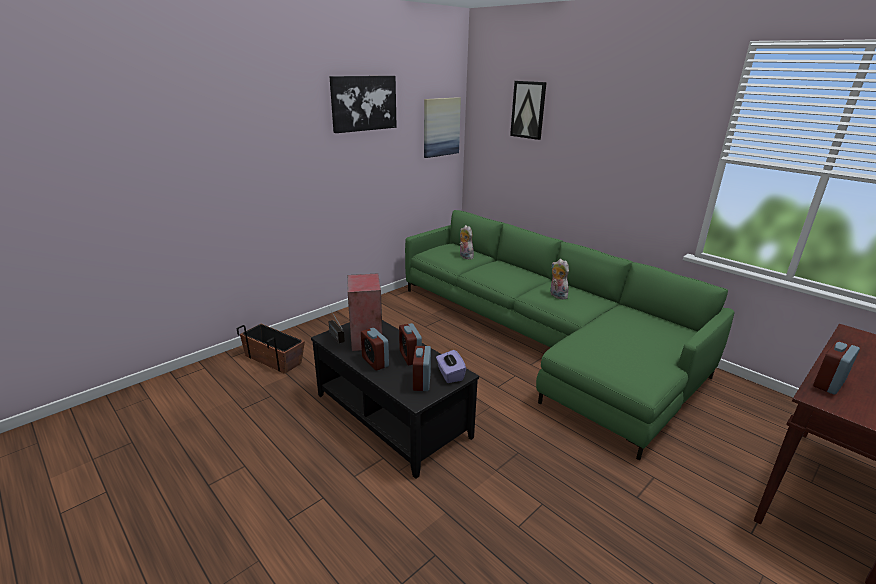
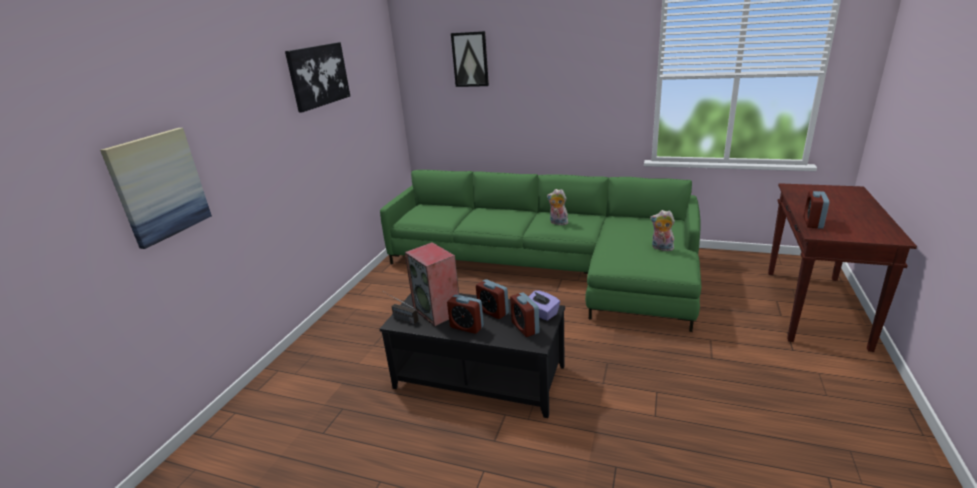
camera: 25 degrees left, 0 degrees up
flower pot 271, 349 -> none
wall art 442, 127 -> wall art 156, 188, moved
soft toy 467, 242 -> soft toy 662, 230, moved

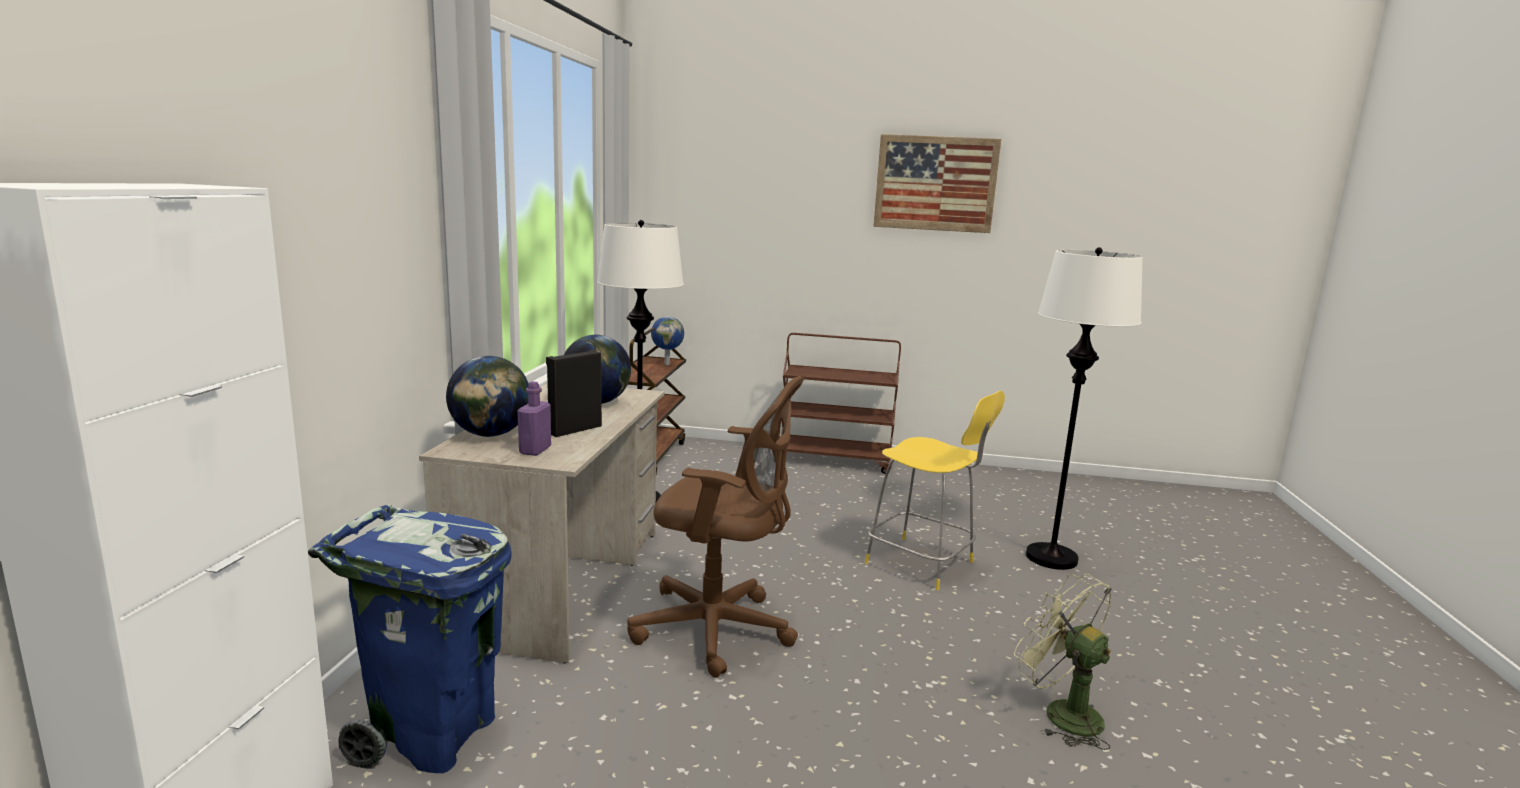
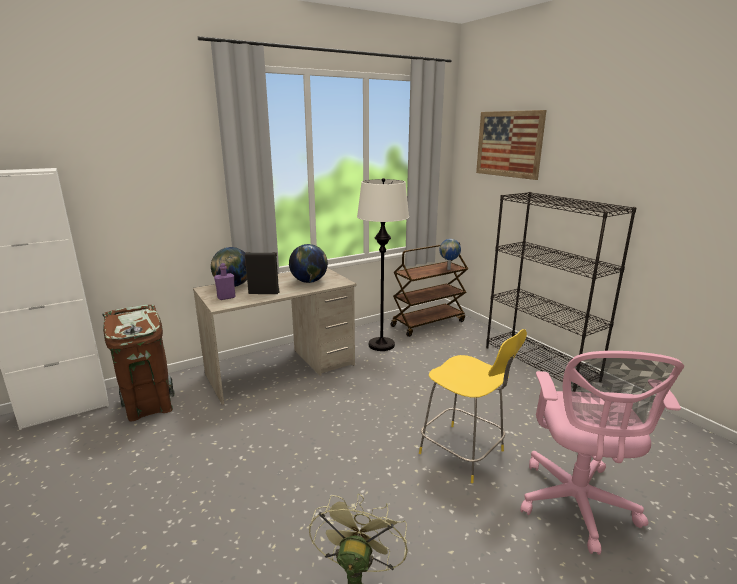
camera: 50 degrees right, 5 degrees up
blue waste bin 410, 639 -> brown waste bin 138, 363
brown desk chair 715, 527 -> none
brown cart 841, 403 -> black-coloured shelving unit 561, 287
yellowish upright chair 935, 490 -> yellowish upright chair 473, 406, 45 degrees counterclockwise
wall art 937, 183 -> wall art 511, 145, moved
white standing lamp 1084, 408 -> pink desk chair 602, 453

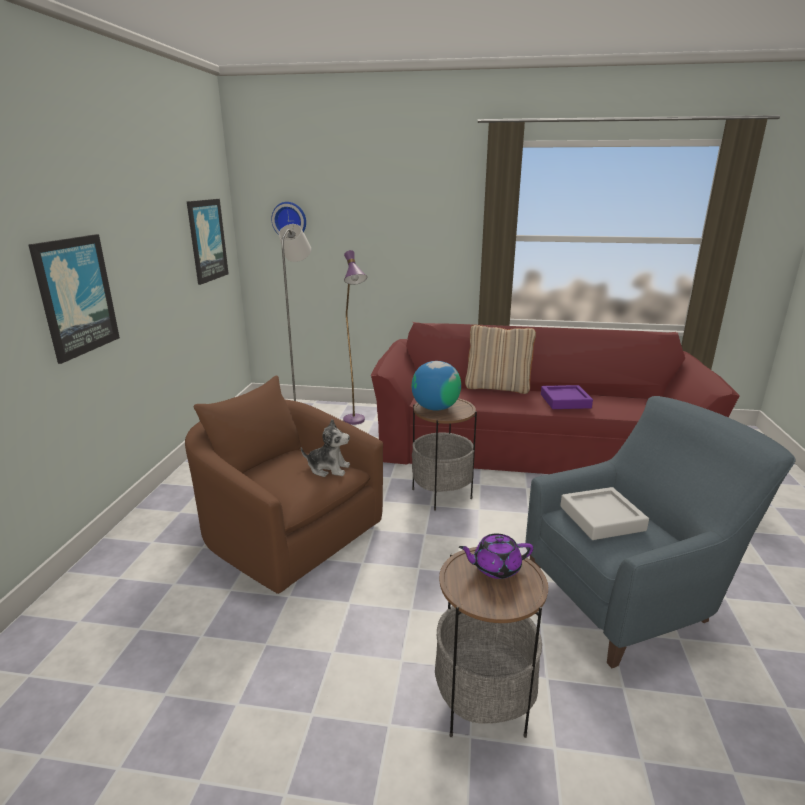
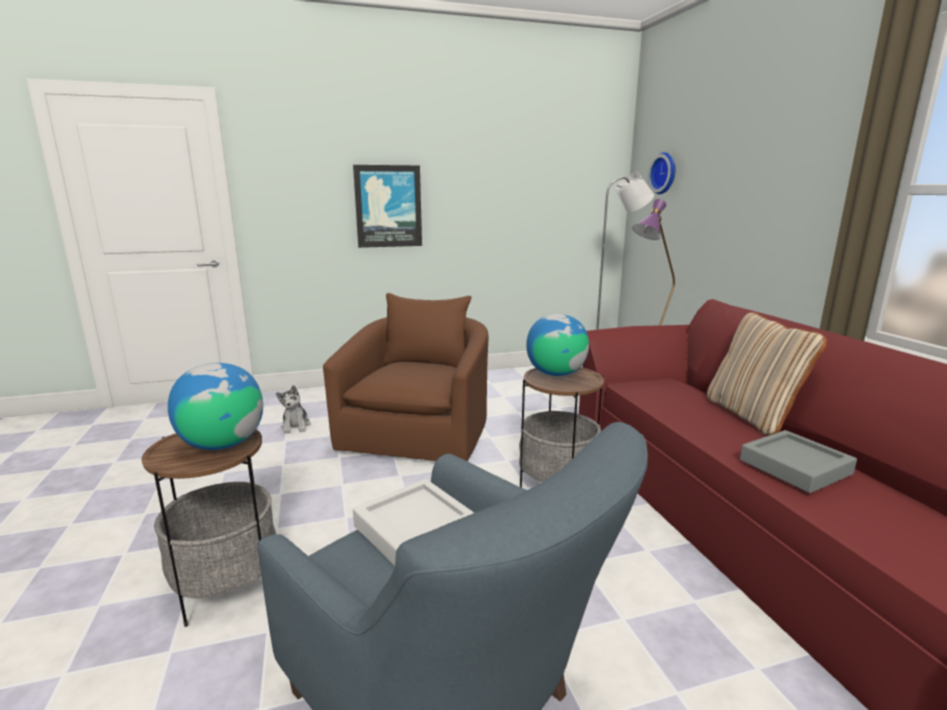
camera: 65 degrees right, 5 degrees down
wall art 208, 242 -> none
soft toy 325, 448 -> soft toy 293, 409, moved
purplish pot for tea 496, 556 -> world globe 215, 406
purplish serving tray 567, 397 -> greyish serving tray 798, 461

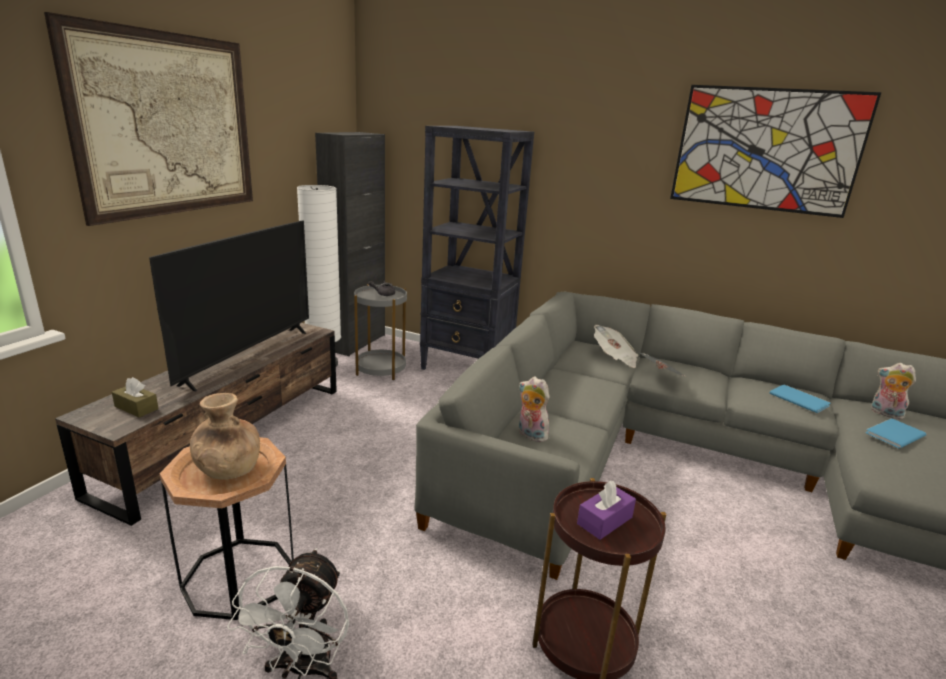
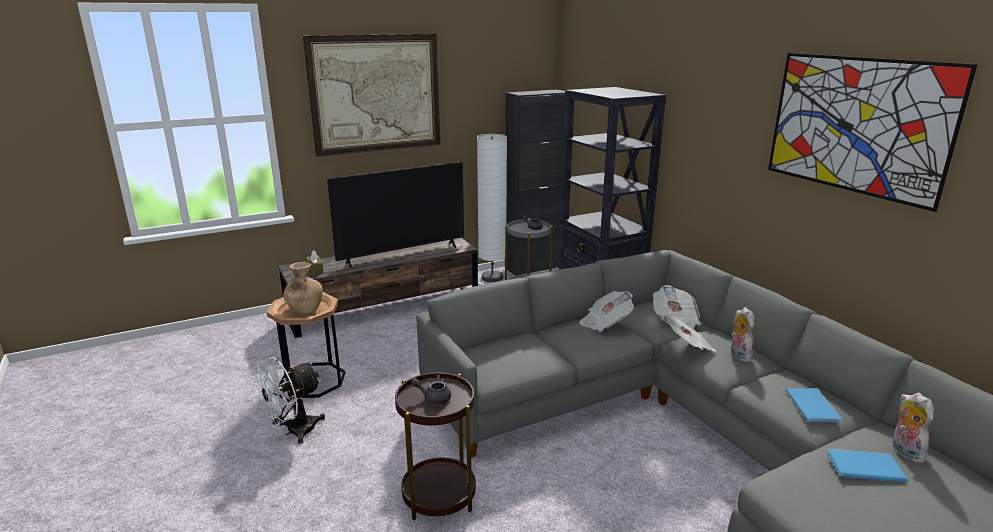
camera: 40 degrees right, 0 degrees up
soft toy 534, 409 -> soft toy 743, 334, moved
purplish box of tissues 606, 510 -> greyish pot for tea 431, 389
none -> daily paper 606, 311

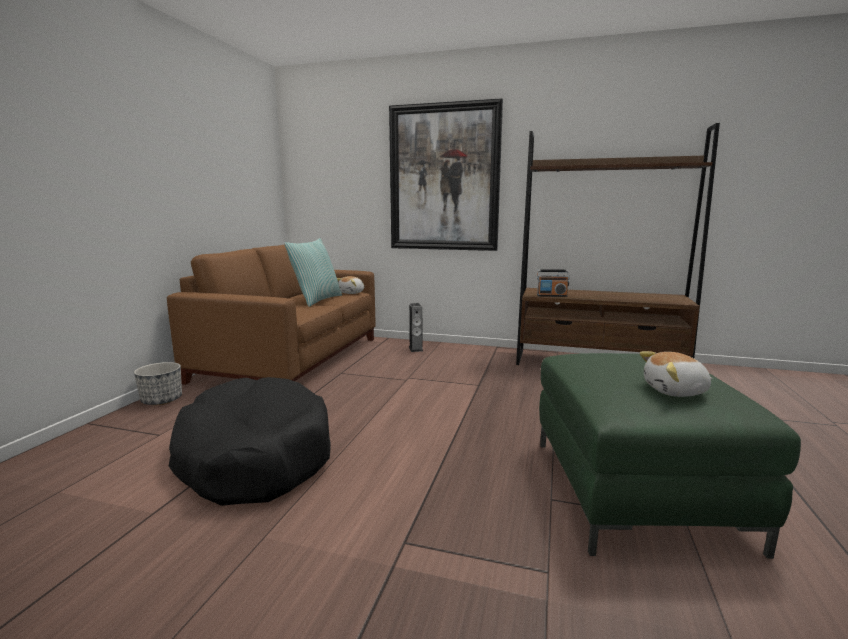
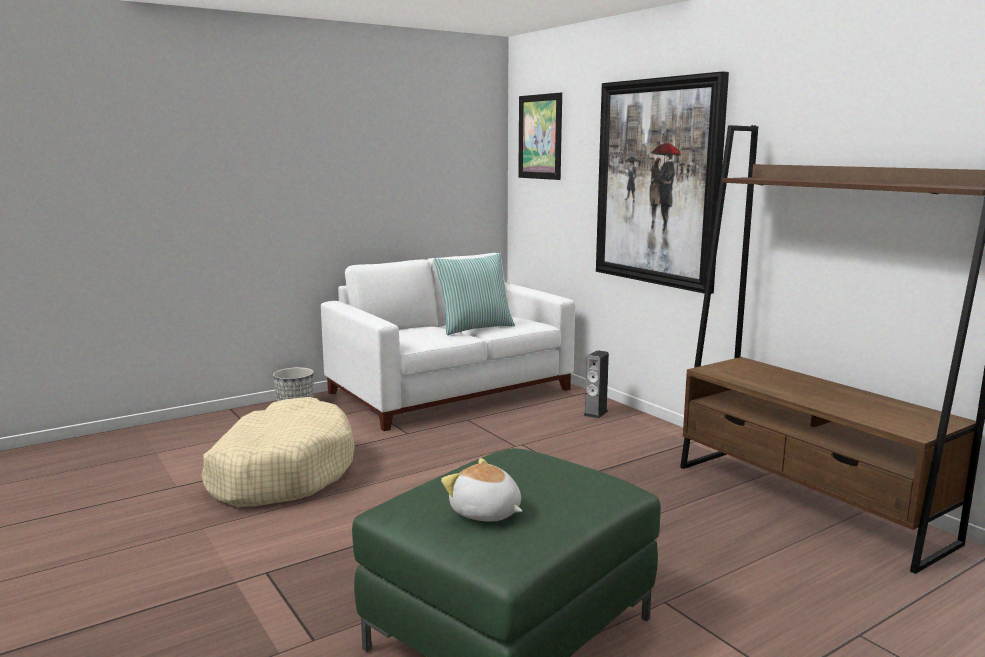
camera: 40 degrees right, 0 degrees up
brown settee 271, 315 -> white settee 448, 342
black-coloured pet bed 250, 441 -> sand-coloured pet bed 278, 452
soft toy 350, 285 -> none
radio set 553, 283 -> none
none -> wall art 540, 136

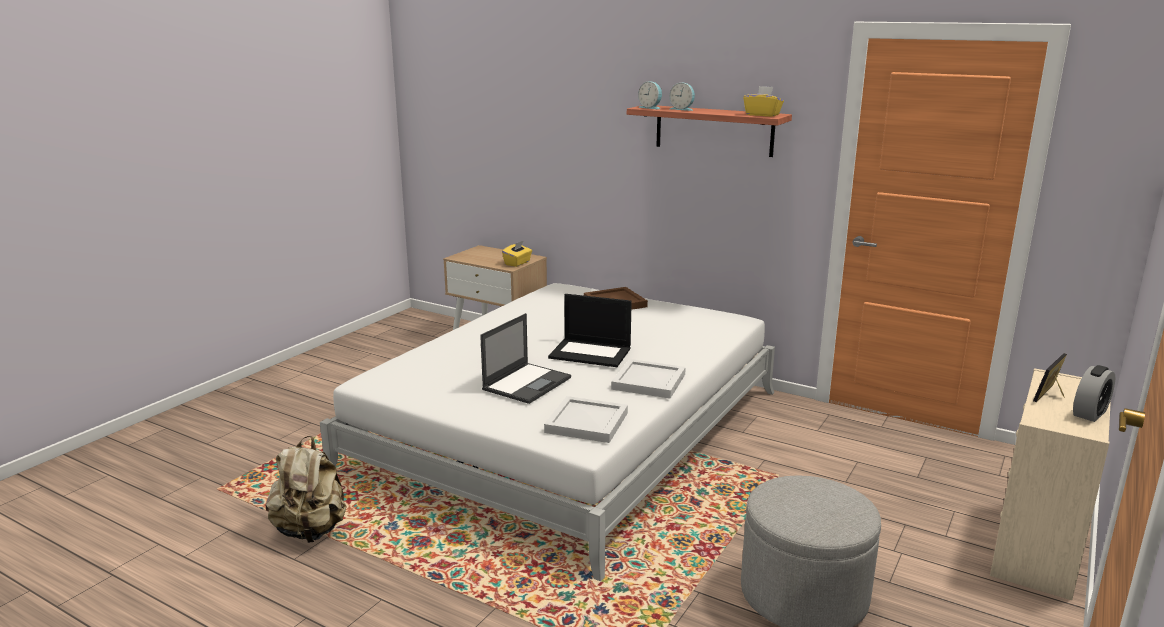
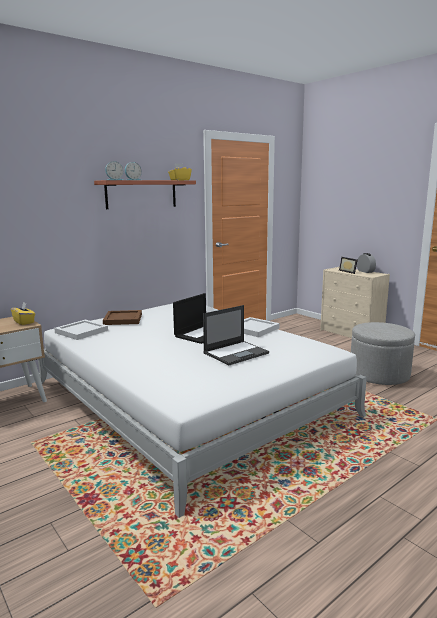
camera: 70 degrees left, 5 degrees down
sand-coloured knapsack 306, 489 -> none
laptop 525, 358 -> laptop 236, 335, 90 degrees clockwise
white serving tray 586, 419 -> white serving tray 81, 330, moved

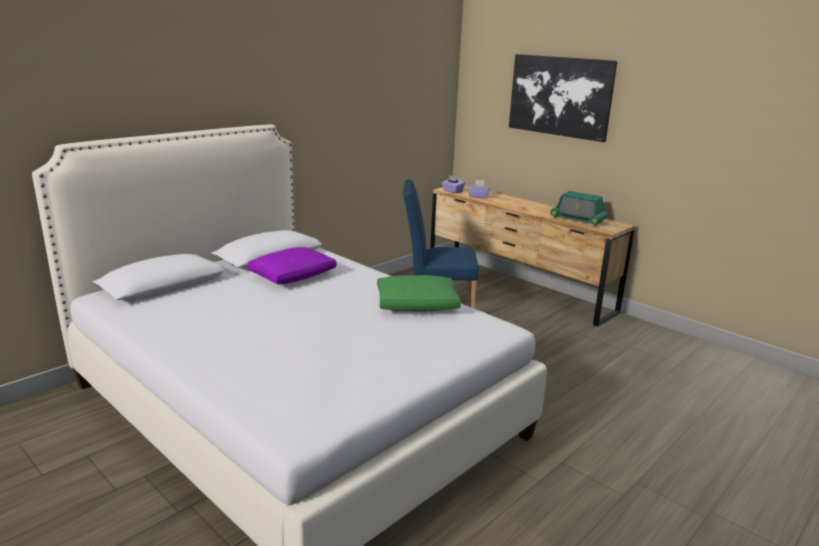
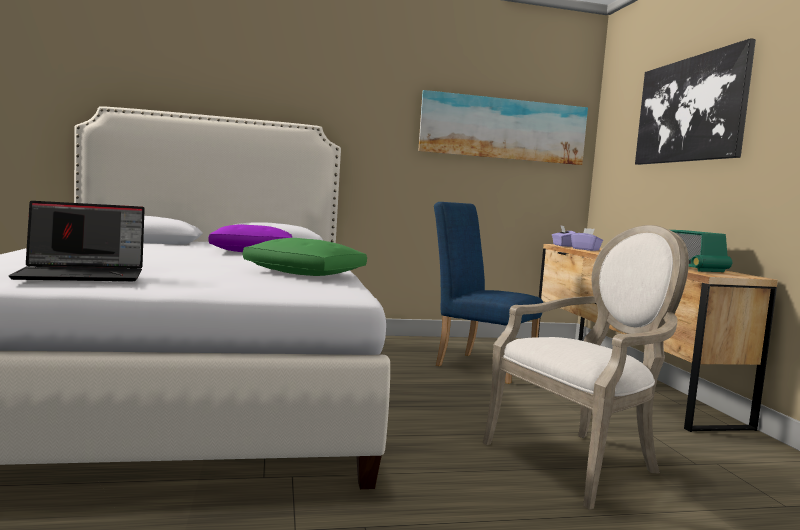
camera: 35 degrees right, 15 degrees down
none -> laptop 77, 241
none -> wall art 503, 127
none -> lounge chair 586, 367

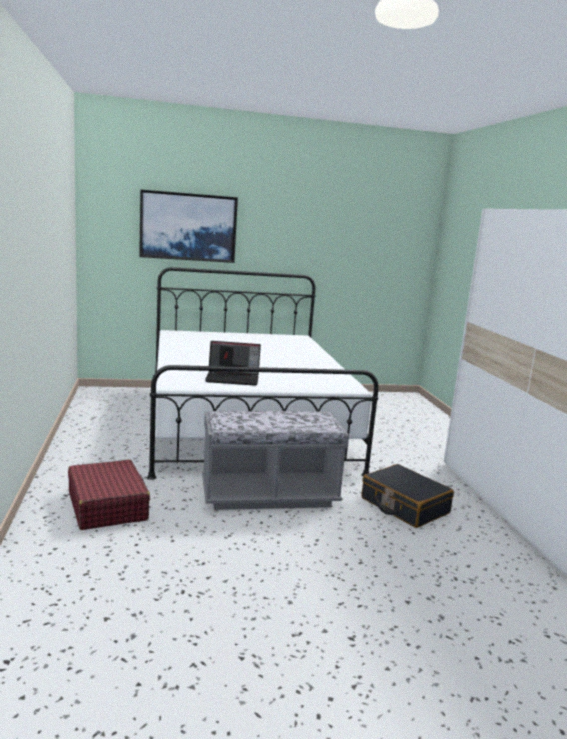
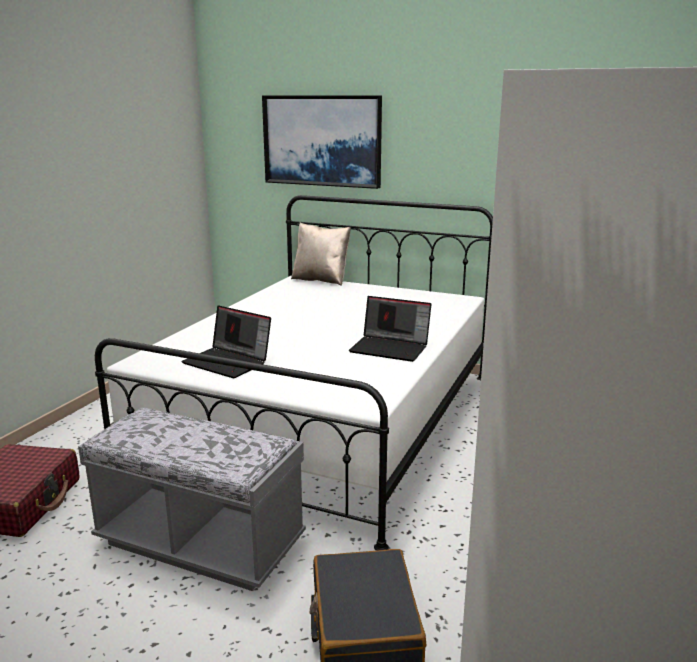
camera: 35 degrees right, 5 degrees up
none -> sand-coloured pillow 321, 254
none -> laptop 390, 329

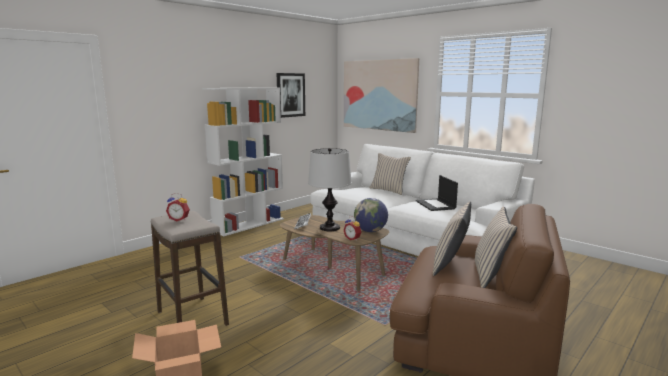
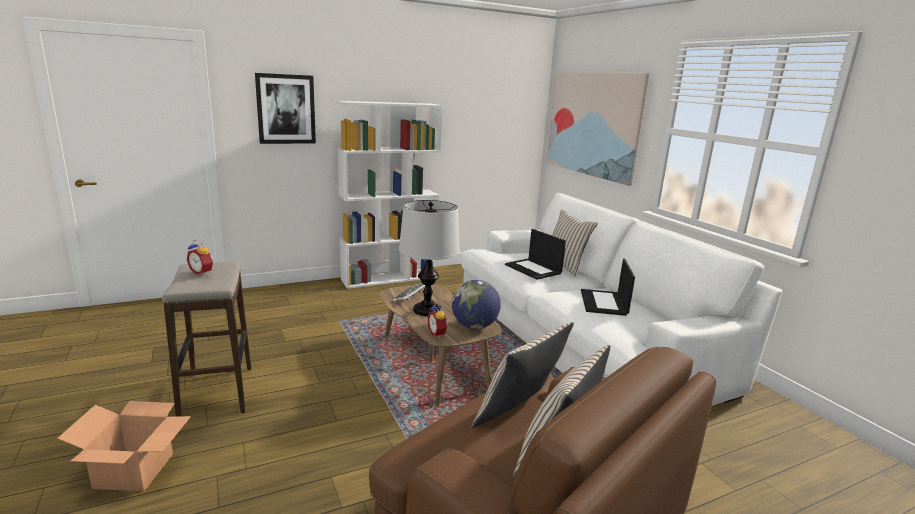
camera: 20 degrees right, 5 degrees up
wall art 290, 95 -> wall art 285, 108, moved
none -> laptop 535, 254

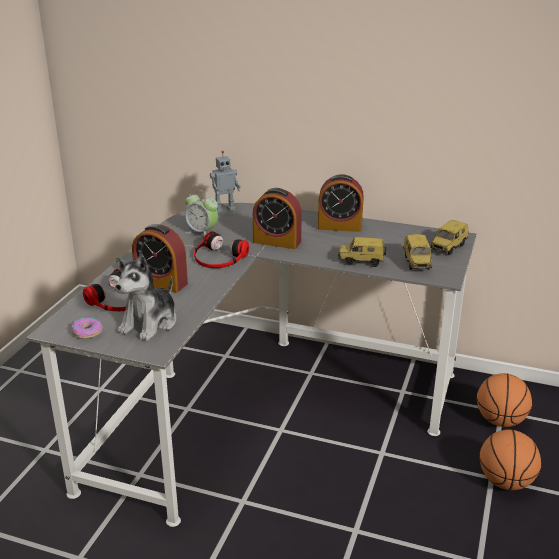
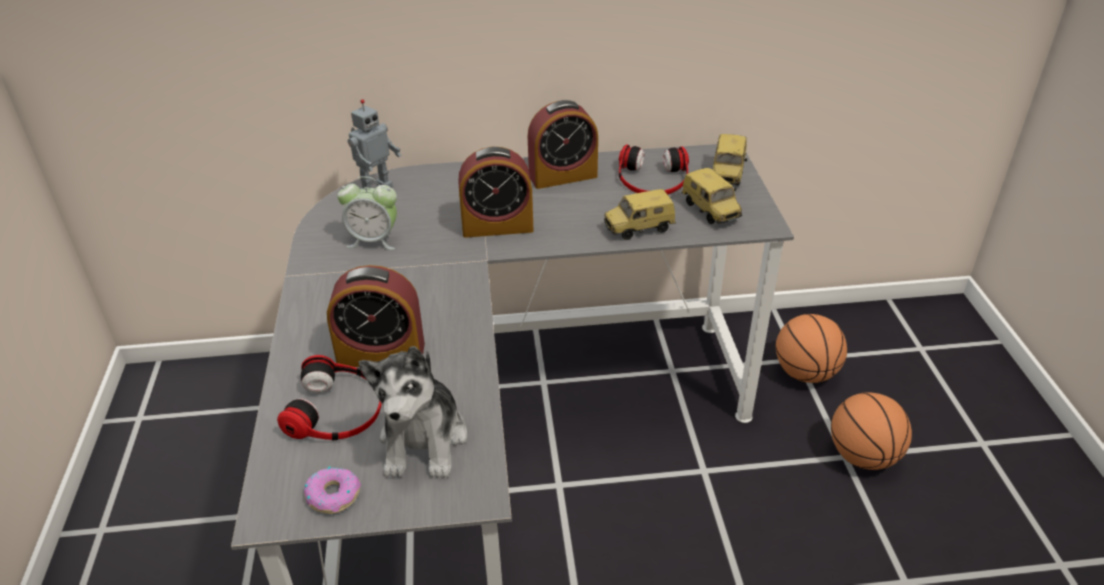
camera: 25 degrees left, 10 degrees up
pair of headphones 221, 249 -> pair of headphones 654, 169, moved

